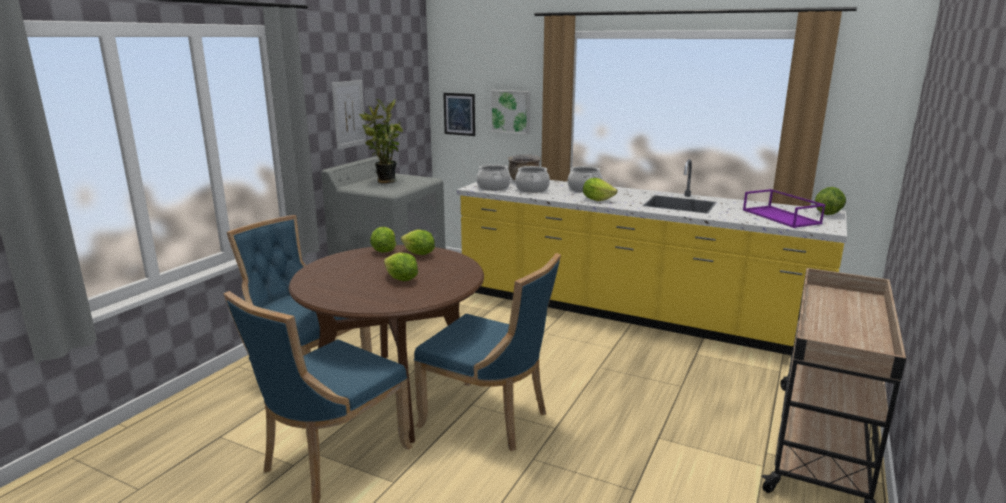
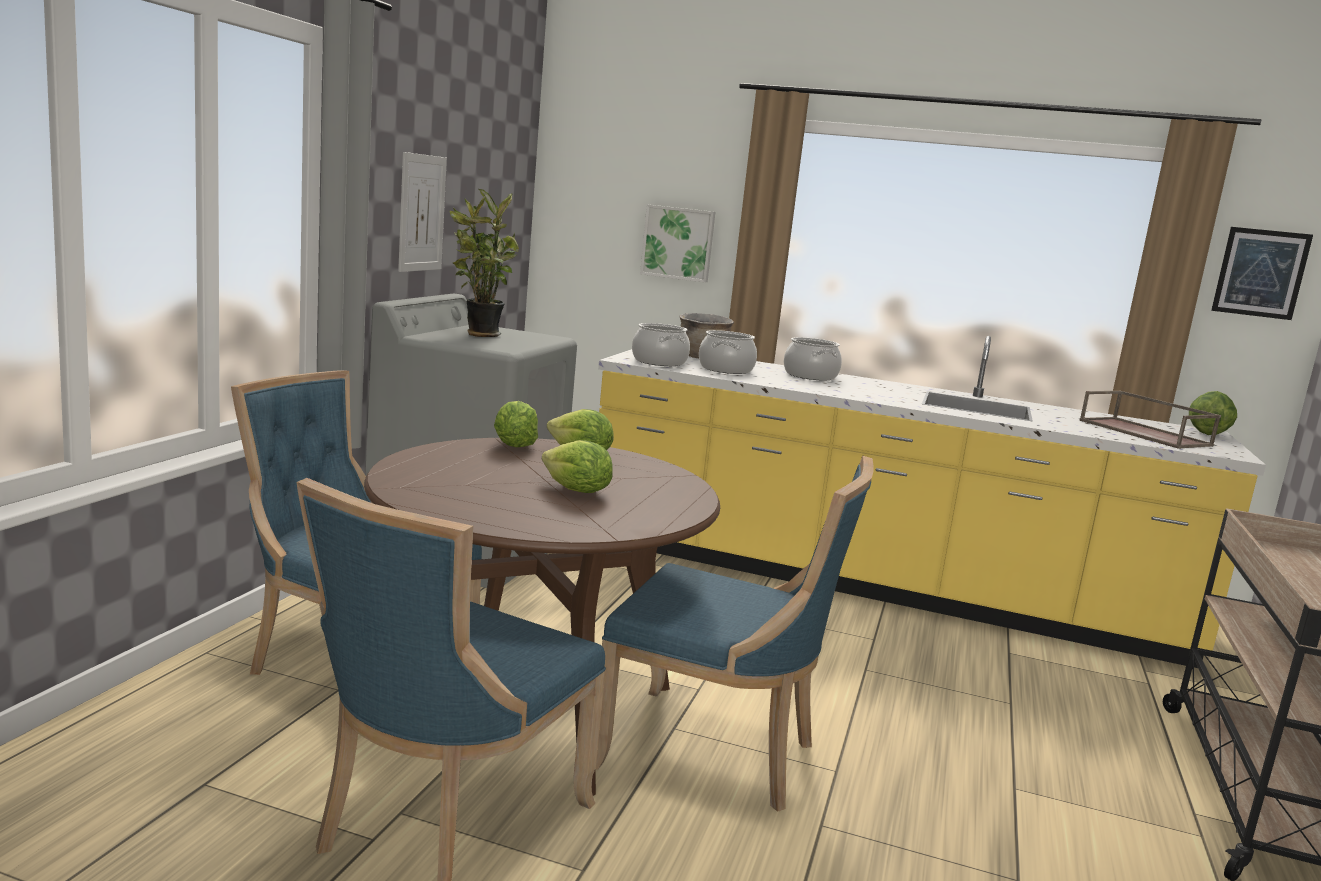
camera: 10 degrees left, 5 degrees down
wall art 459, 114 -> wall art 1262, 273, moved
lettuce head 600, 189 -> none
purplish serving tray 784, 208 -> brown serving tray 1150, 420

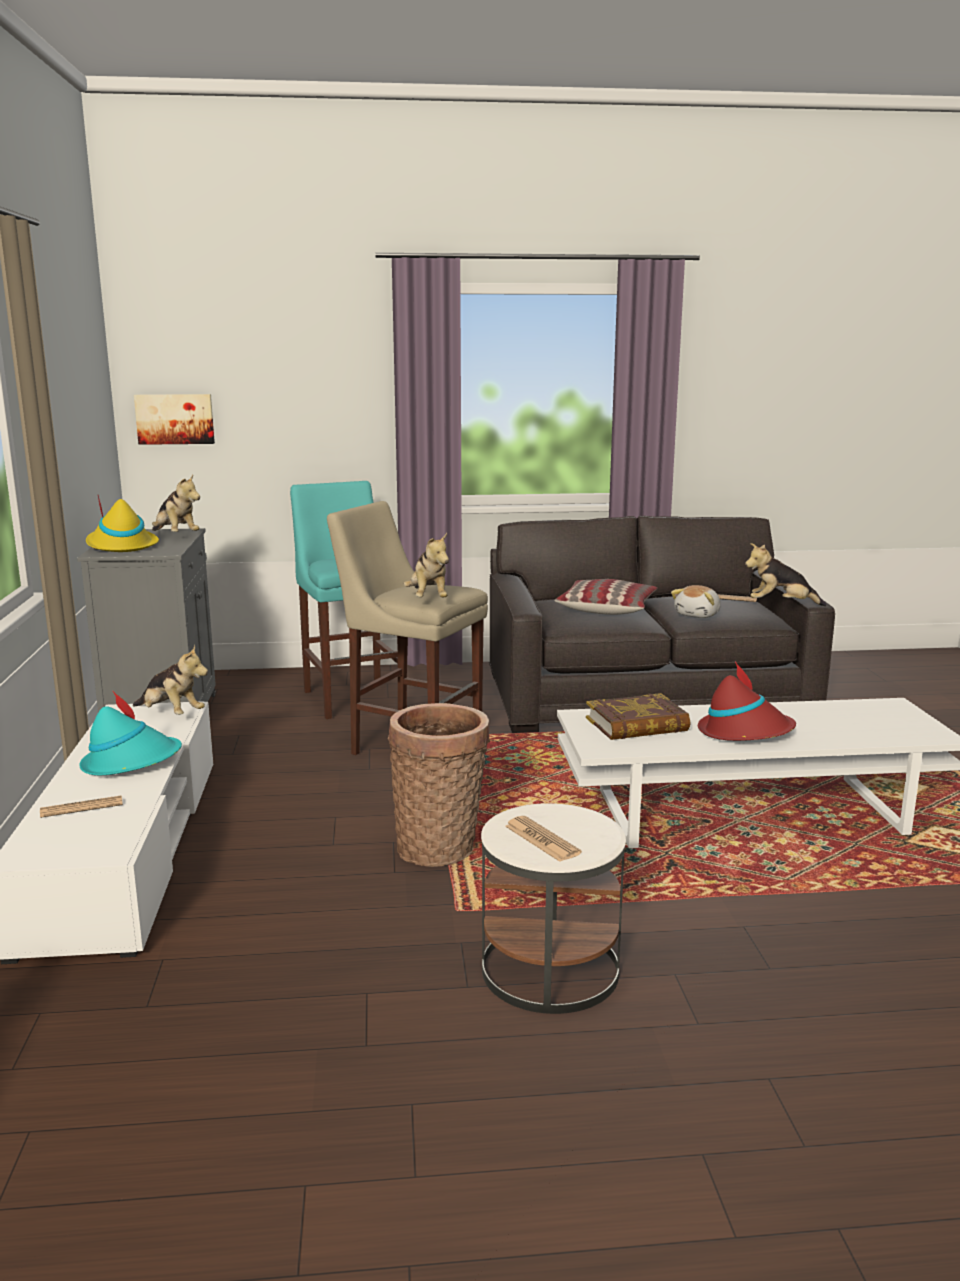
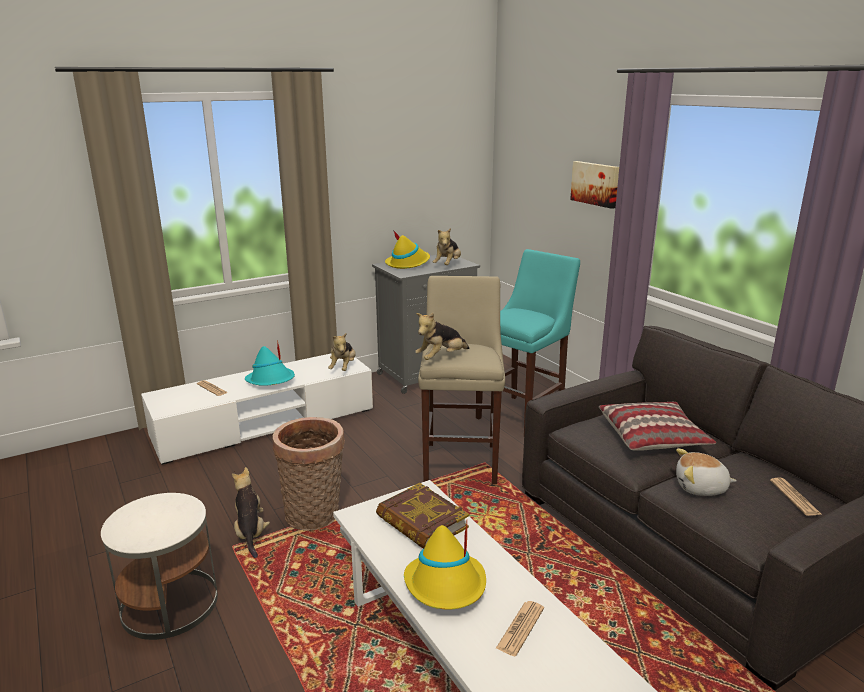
camera: 65 degrees right, 5 degrees up
wall art 174, 419 -> wall art 594, 185, moved
daily paper 543, 839 -> daily paper 519, 628, moved
red wearable hat 747, 701 -> yellowish wearable hat 445, 566
soft toy 785, 574 -> soft toy 251, 512, moved

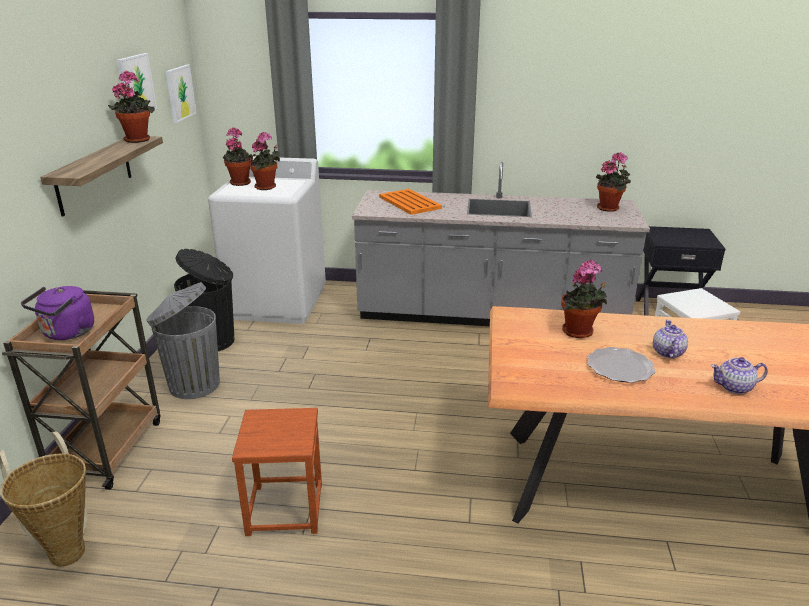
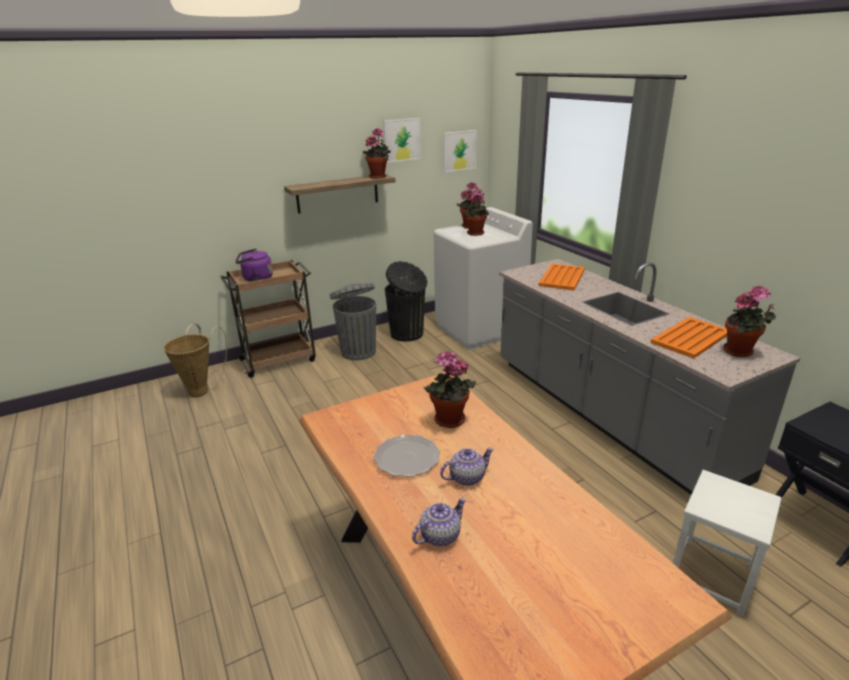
camera: 55 degrees right, 0 degrees up
brown stool 277, 472 -> none
pot for tea 739, 375 -> pot for tea 439, 522, 90 degrees clockwise
none -> orangey serving tray 688, 338

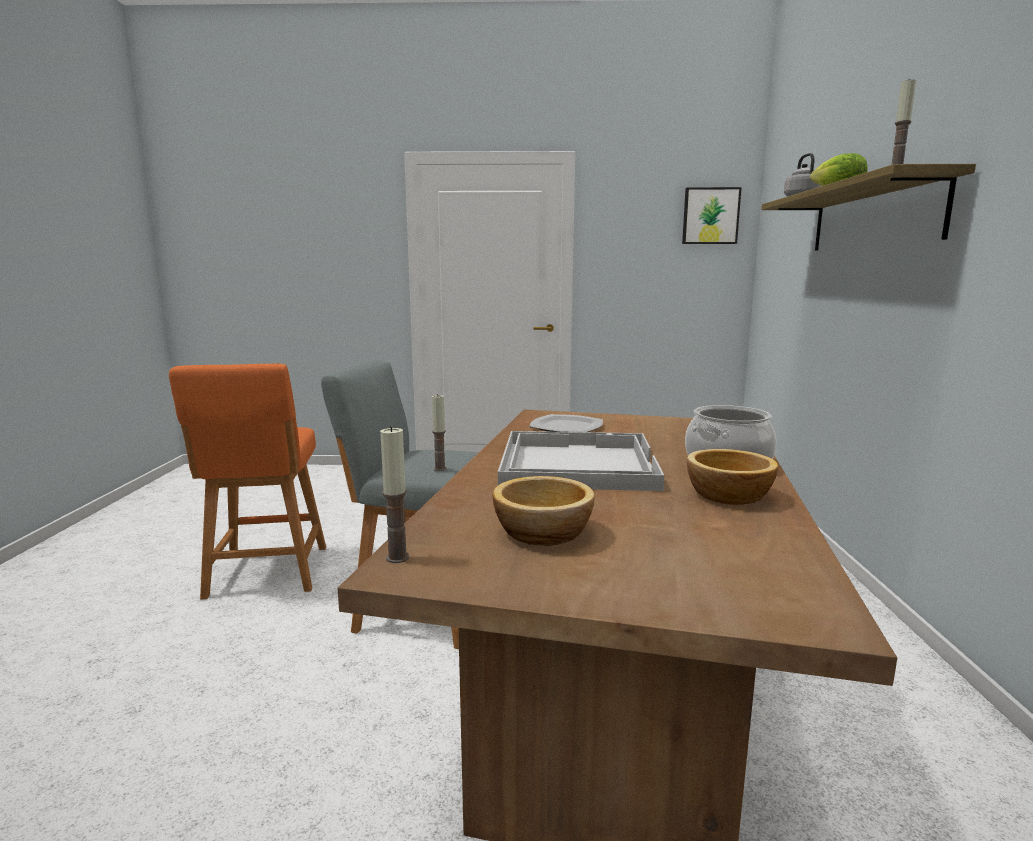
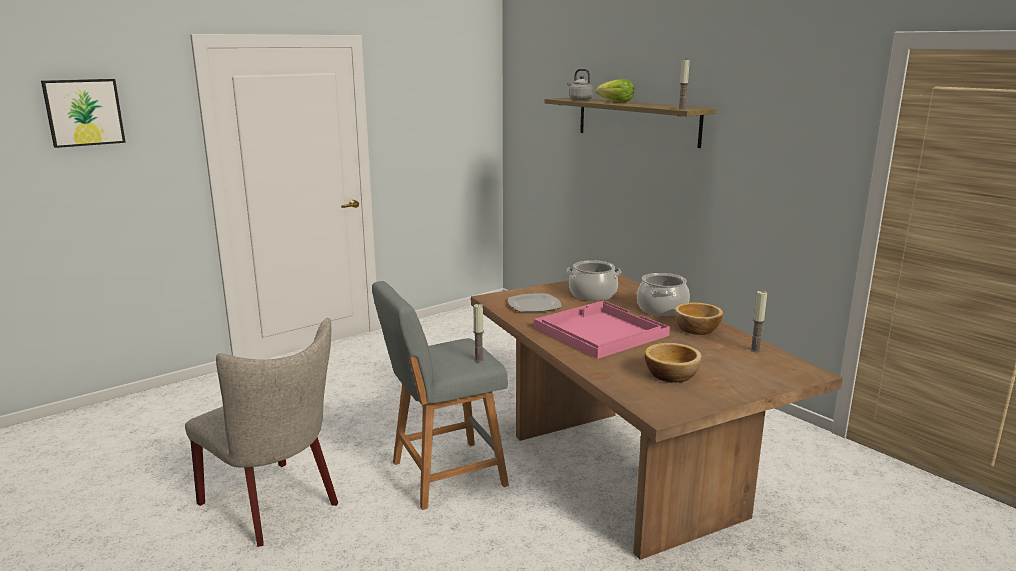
camera: 40 degrees left, 5 degrees up
orangey stool 247, 482 -> sand-coloured upright chair 261, 432
wax candle 394, 494 -> wax candle 758, 321, moved
white serving tray 581, 461 -> pink serving tray 602, 329
wall art 712, 215 -> wall art 83, 113, moved
none -> saucepot 593, 280

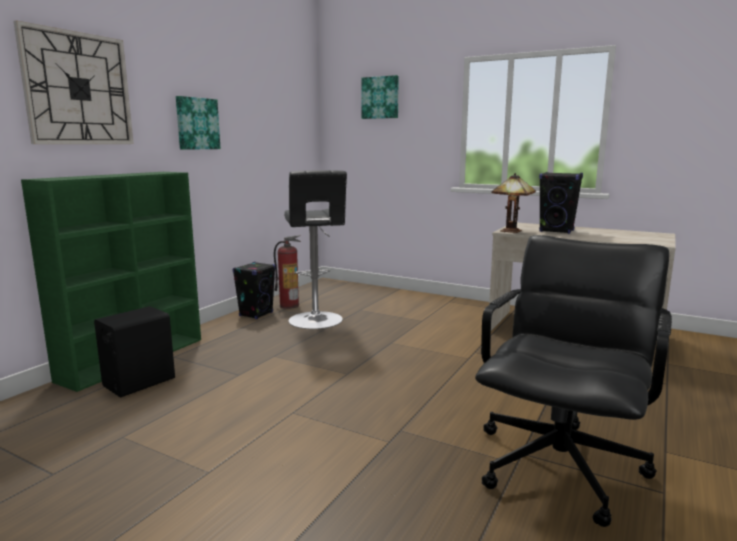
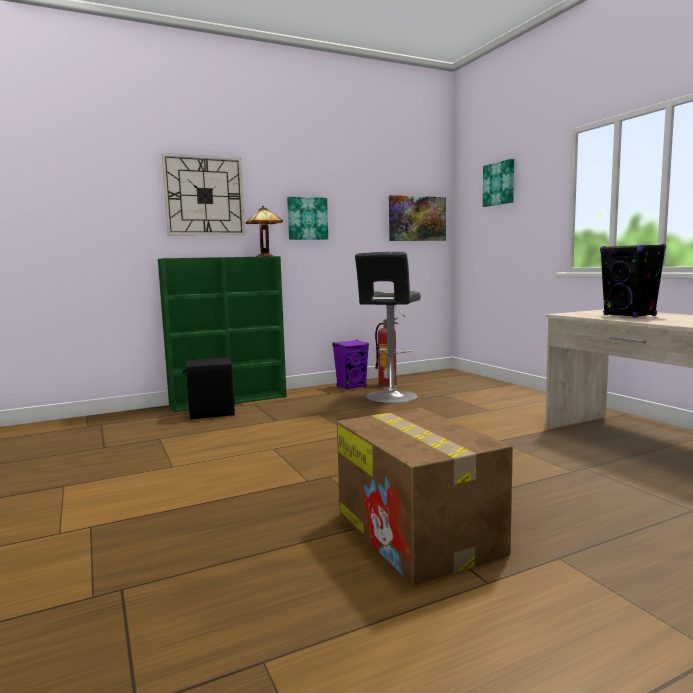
camera: 35 degrees right, 5 degrees down
black-coloured audio speaker 254, 290 -> purplish audio speaker 350, 365
black-coloured desk chair 573, 381 -> packing box 425, 497
tabletop lamp 513, 203 -> tabletop lamp 264, 231, moved
none -> wall art 417, 218

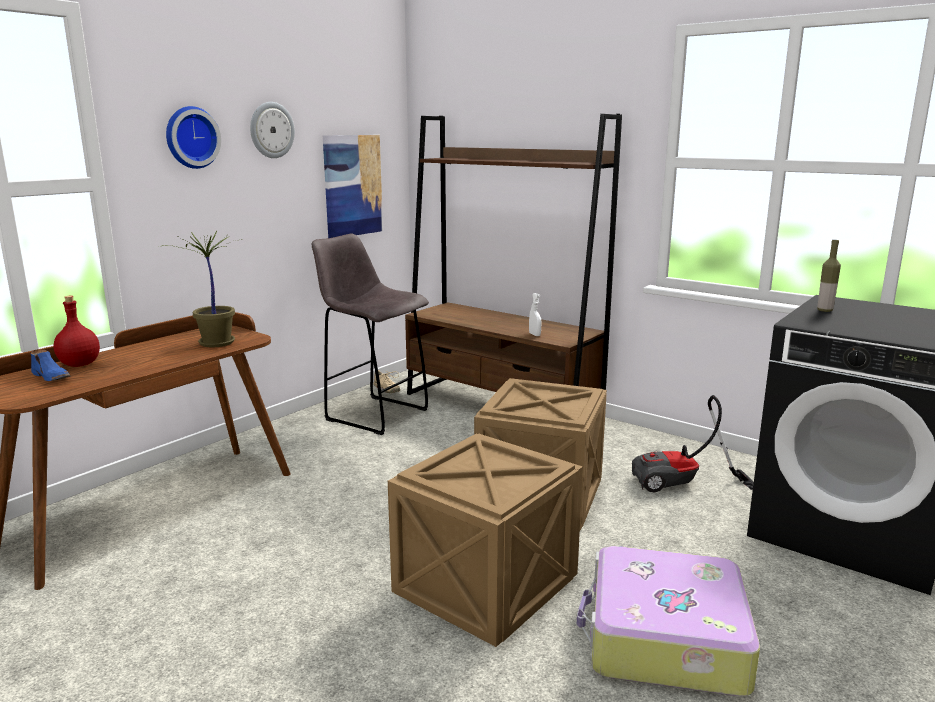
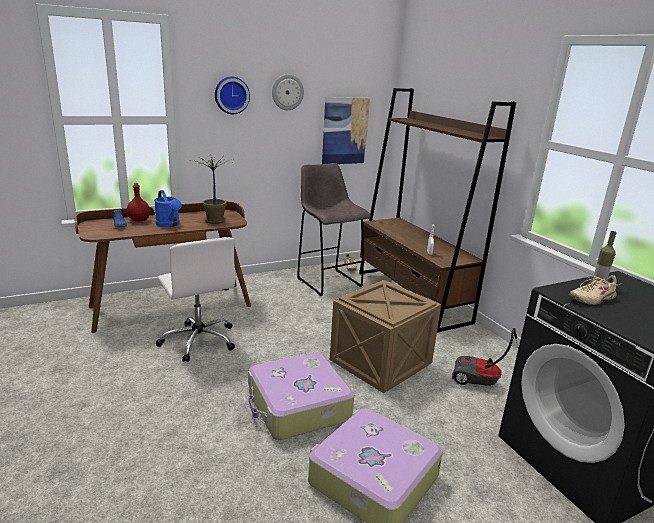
camera: 25 degrees right, 5 degrees up
crate 485, 540 -> piece of luggage 301, 396
none -> blue sprinkling can 167, 208
none -> white desk chair 195, 299
none -> sand-coloured shoe 596, 290

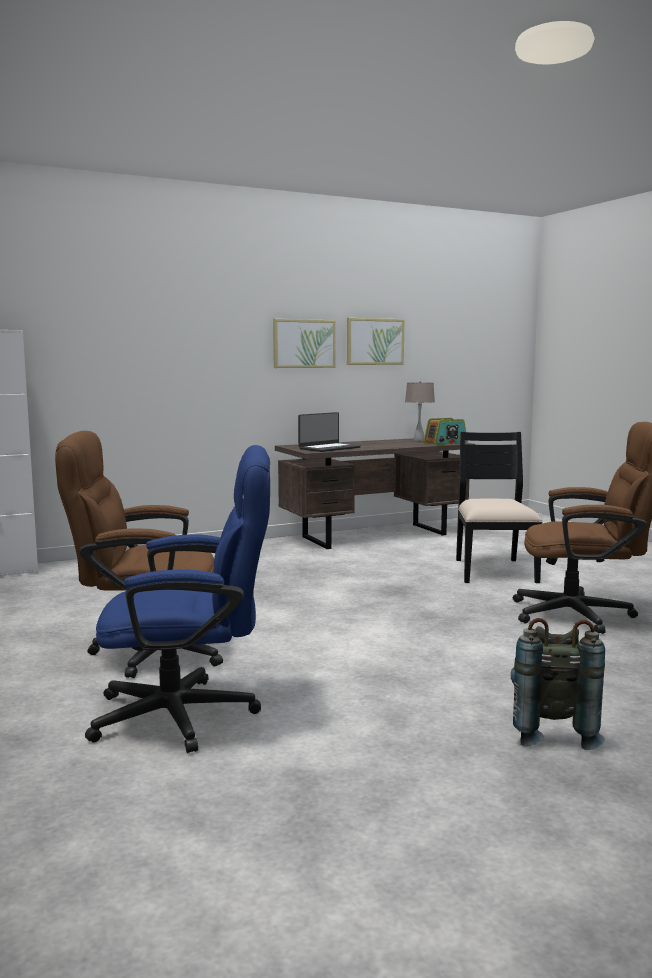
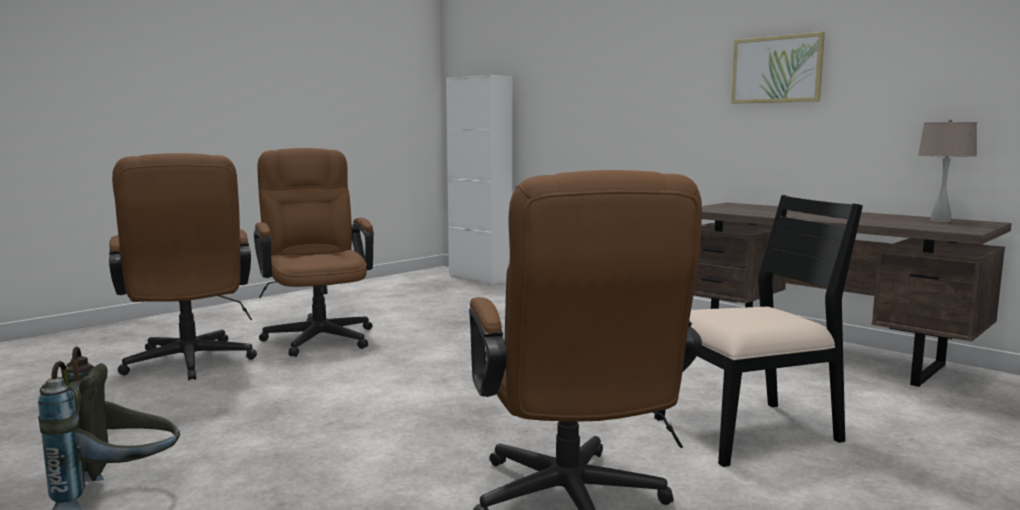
camera: 70 degrees right, 0 degrees up
blue desk chair 177, 599 -> brown desk chair 183, 267
laptop 329, 432 -> none
wall art 375, 341 -> none
radio set 446, 431 -> none

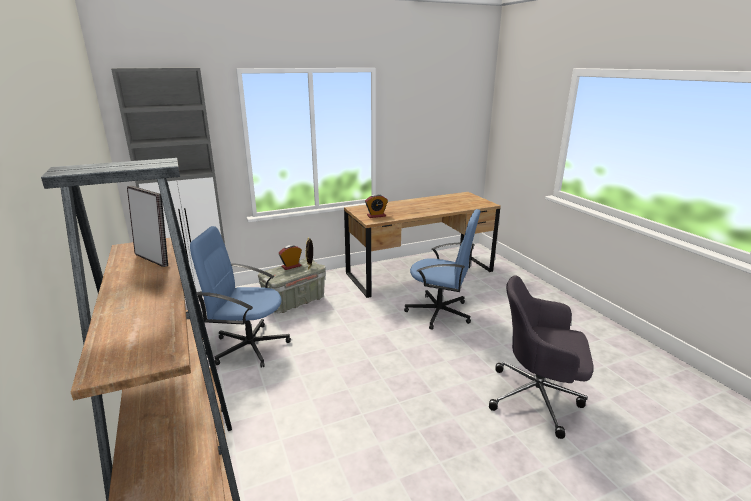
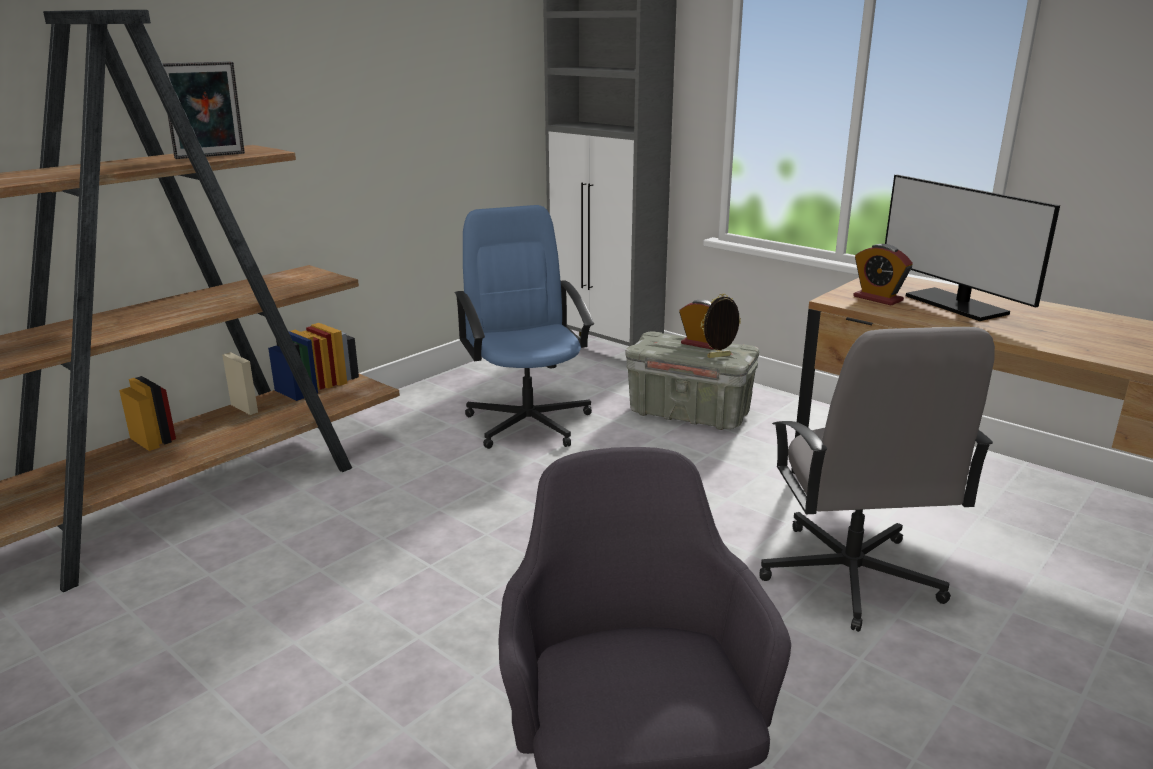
camera: 65 degrees right, 0 degrees up
picture frame 147, 226 -> picture frame 203, 110, 45 degrees clockwise
blue desk chair 442, 269 -> greyish desk chair 877, 479
none -> computer display 972, 248

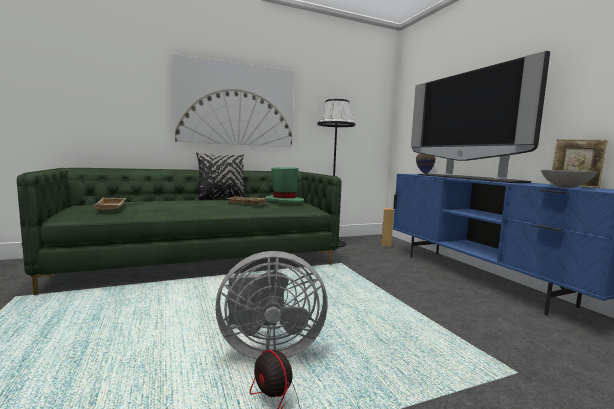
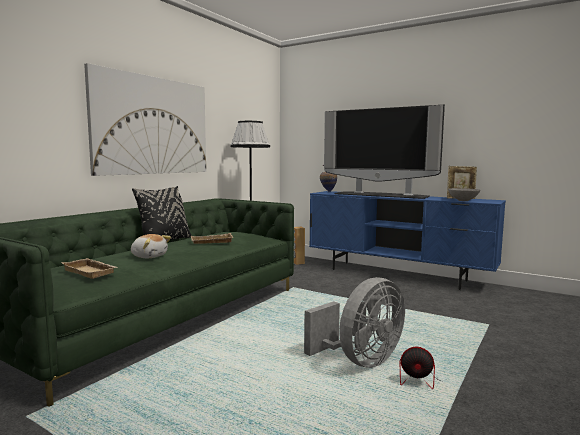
camera: 35 degrees left, 0 degrees up
greenish wearable hat 285, 185 -> none
none -> soft toy 151, 246

